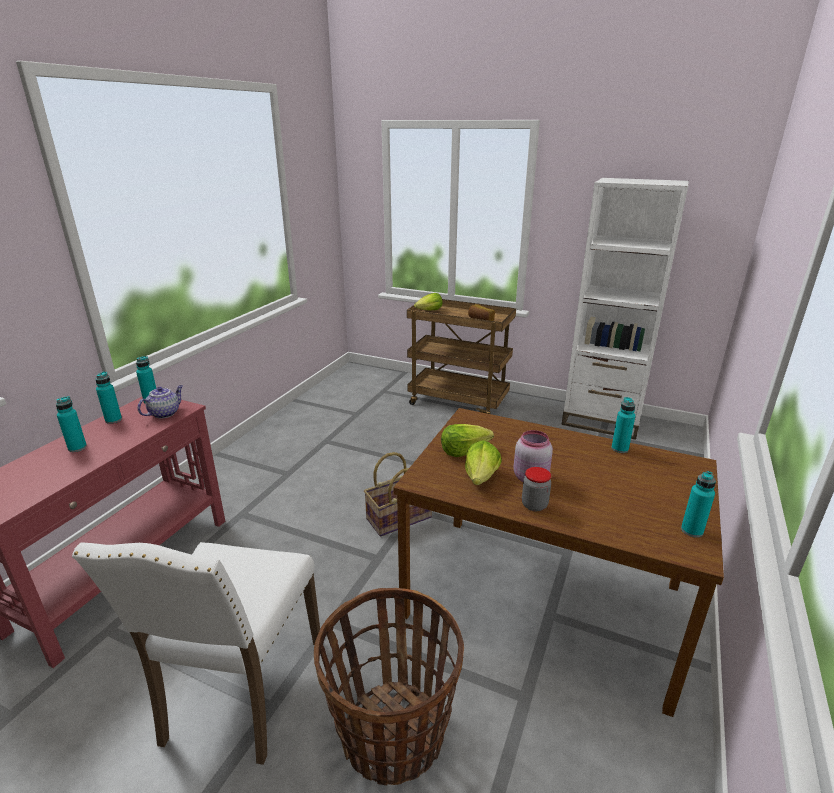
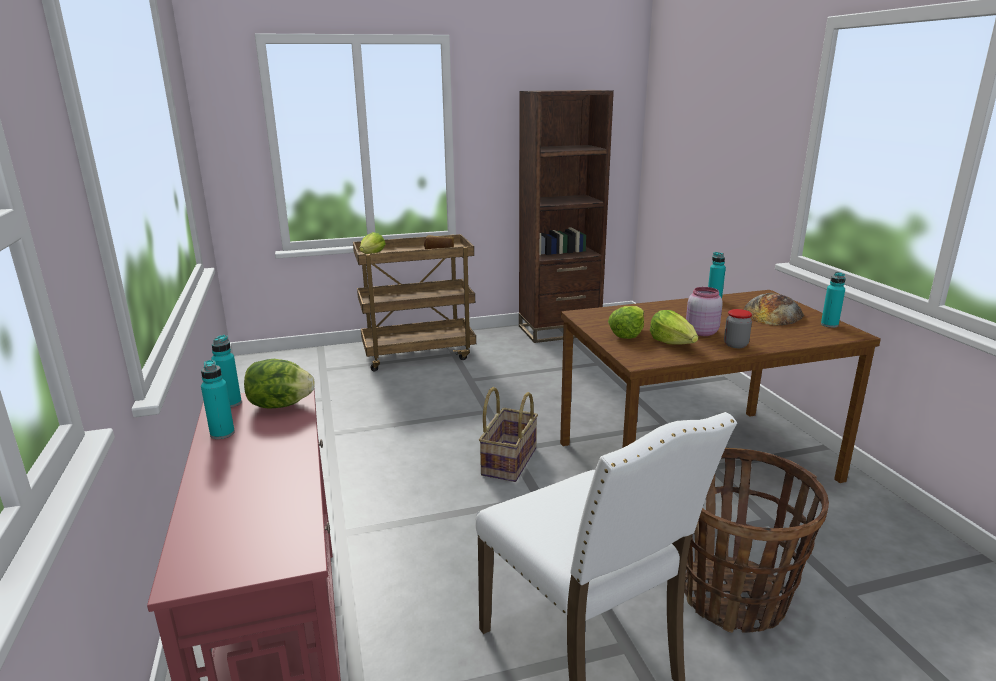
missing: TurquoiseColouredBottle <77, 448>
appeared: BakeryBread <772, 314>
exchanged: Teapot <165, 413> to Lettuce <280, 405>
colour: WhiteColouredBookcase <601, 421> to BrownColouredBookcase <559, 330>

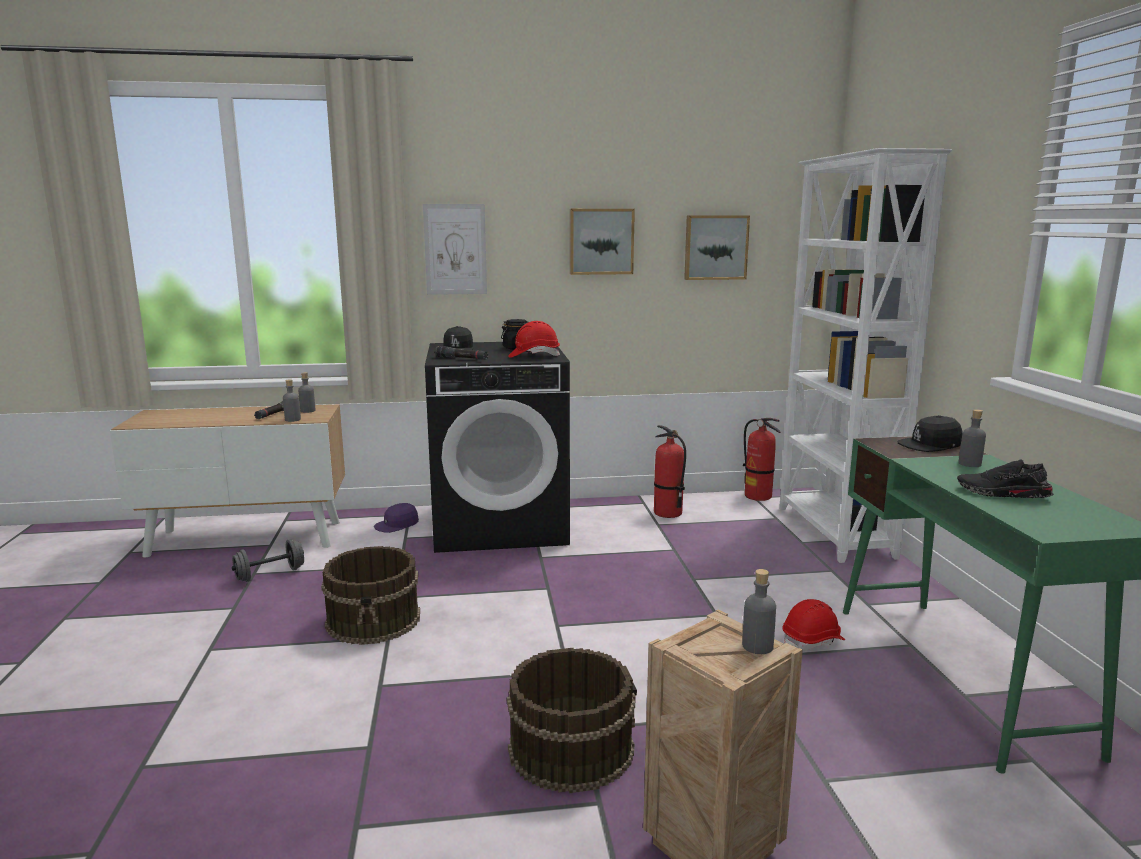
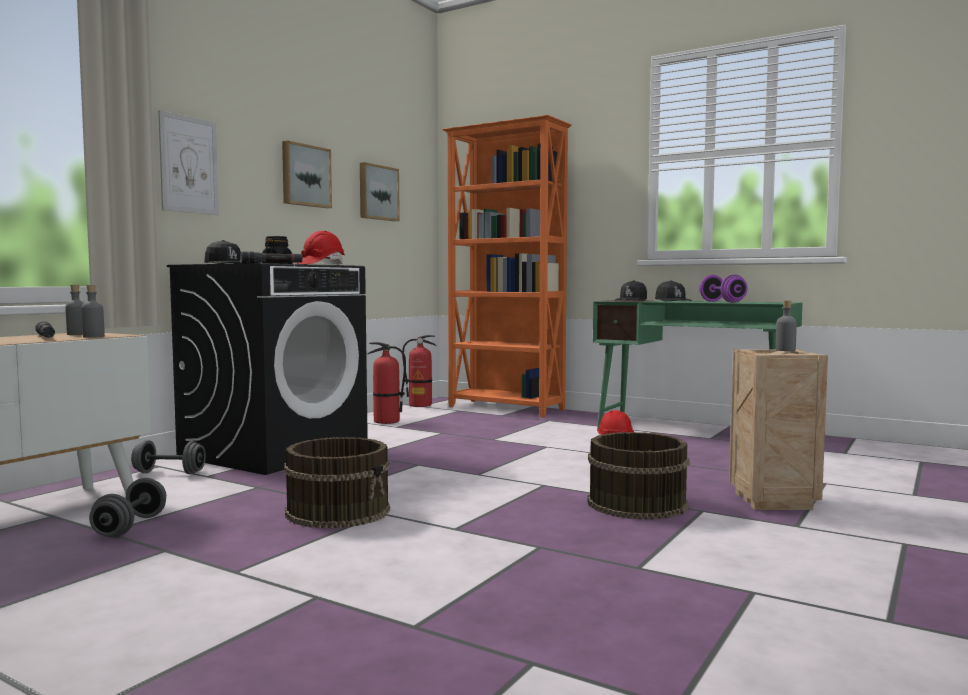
exchanged: PurplishBaseballCap <397, 525> to GreyishDumbbell <169, 473>; GreyishBottle <969, 464> to BlackBaseballCap <672, 301>; BlackLowShoe <1002, 494> to PurplishDumbbell <722, 302>
colour: WhiteColouredBookcase <833, 532> to OrangeyBookcase <506, 409>

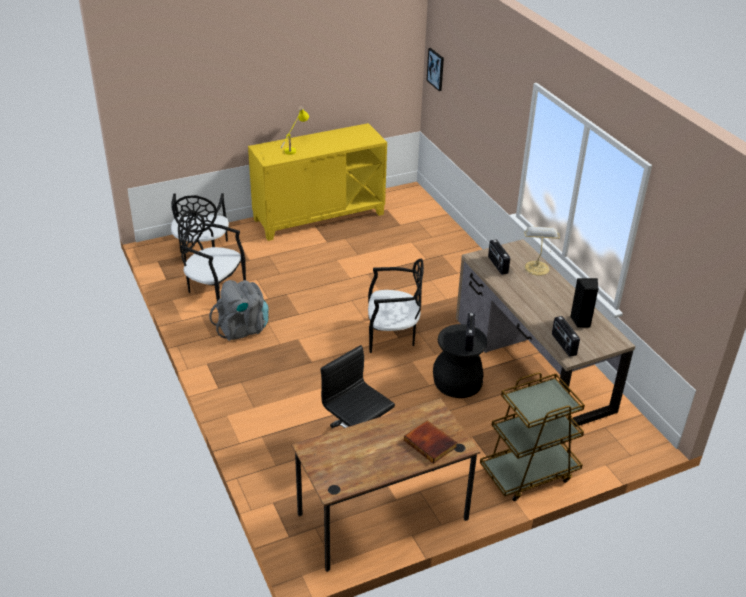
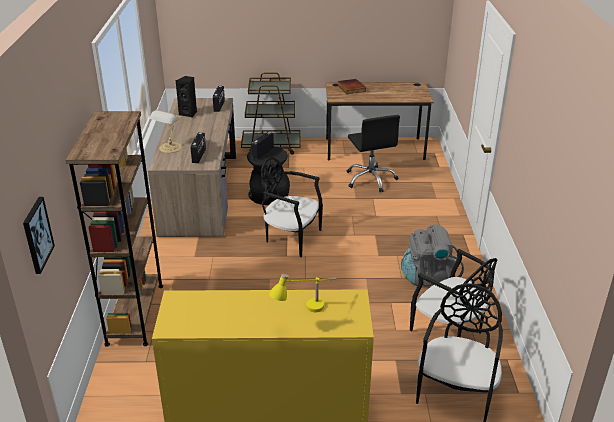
appeared: BrownColouredBookcase <135, 314>

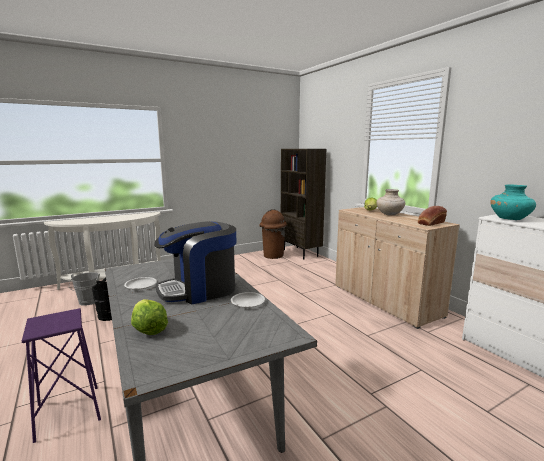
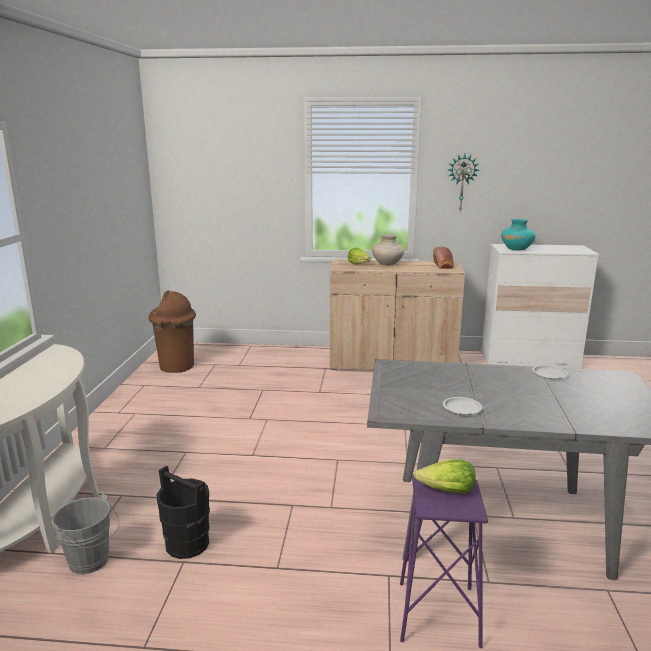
missing: CoffeeBrewer <199, 289>; BrownColouredBookcase <301, 253>
appeared: ClockOnTheWall <462, 182>
relocated: Lettuce <148, 328> to <447, 491>

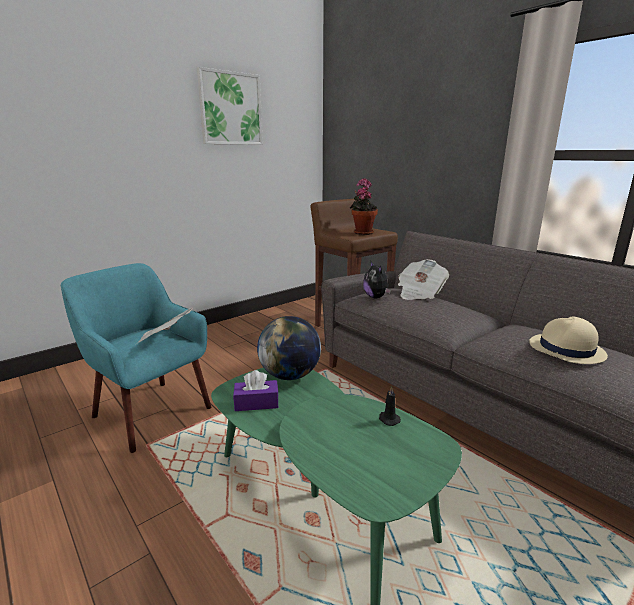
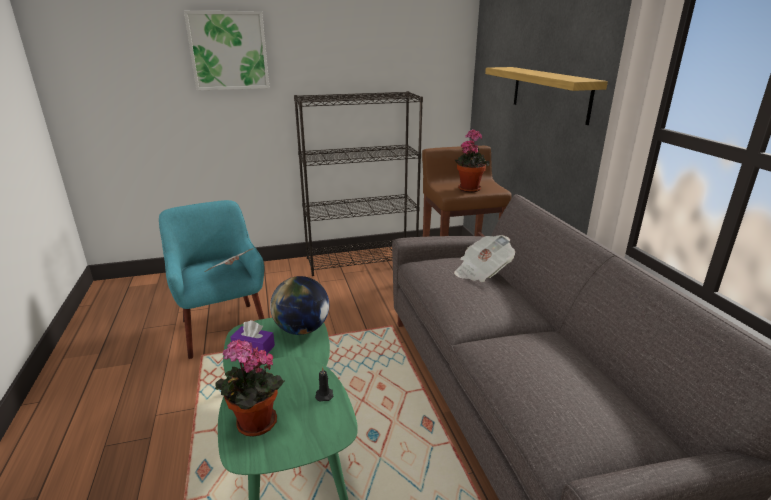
missing: CuddlyToy <376, 297>; BeigeColouredClothingHat <566, 350>
appeared: Houseplant <253, 425>; BlackBookcase <362, 260>; Shelf <550, 93>
relocated: Picture <230, 109> to <228, 51>

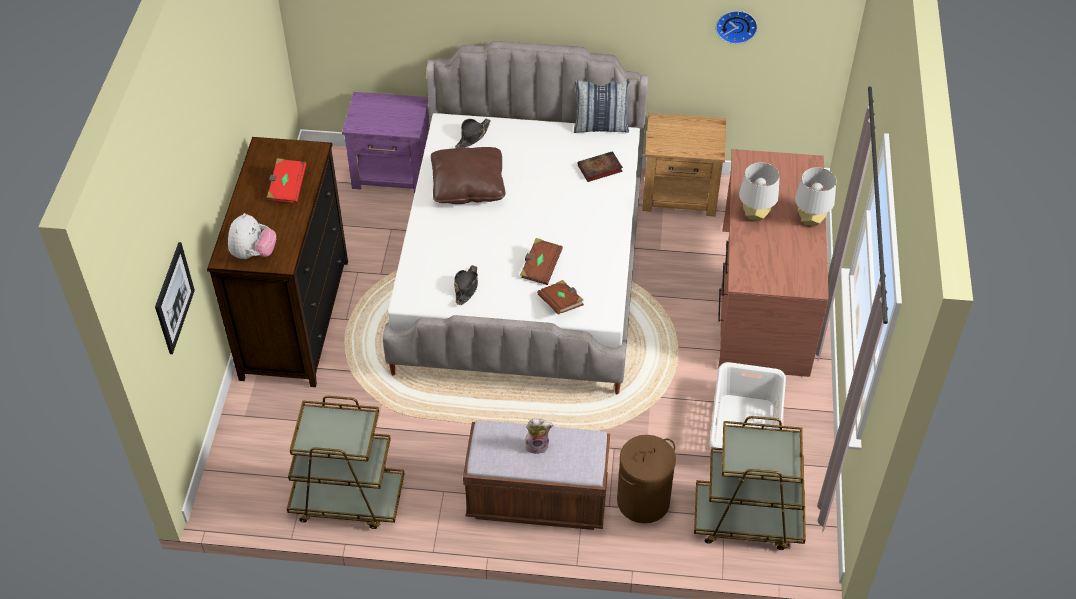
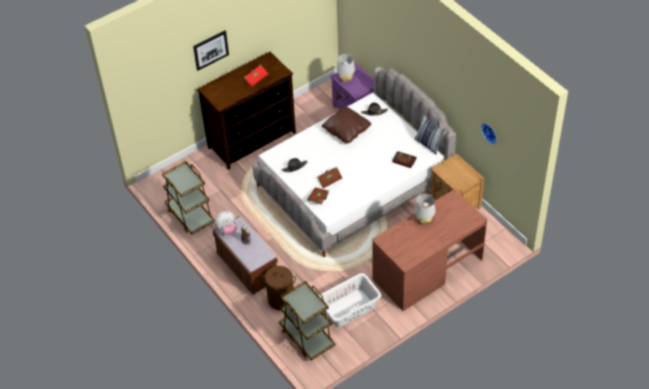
relocated: Picture <174, 298> to <211, 50>; CuddlyToy <253, 254> to <226, 230>; GreyishTabletopLamp <810, 220> to <345, 79>

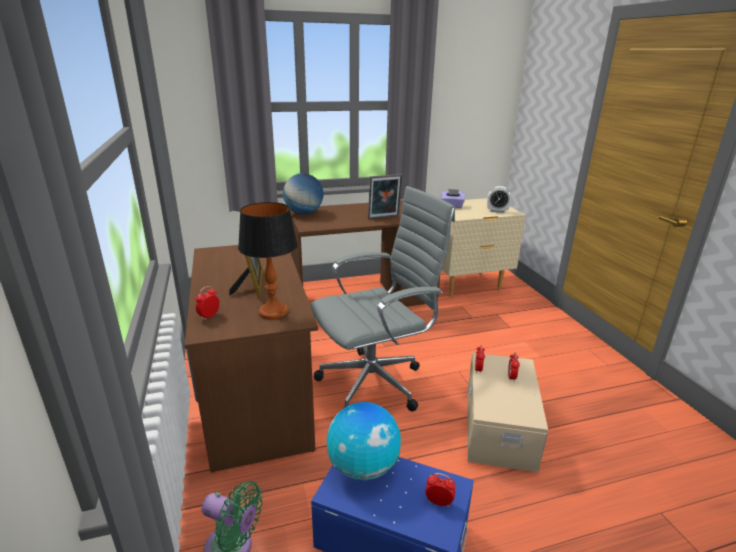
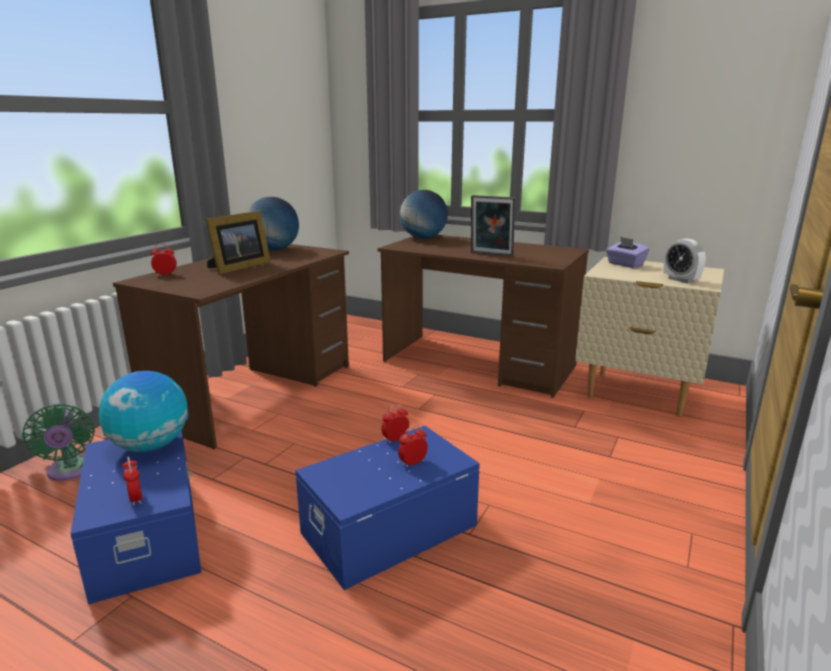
missing: TabletopLamp <273, 312>; GreyishComputerChair <376, 382>
appeared: DeskGlobe <274, 249>
colour: BeigeColouredStorageContainer <497, 427> to BluishStorageContainer <387, 528>

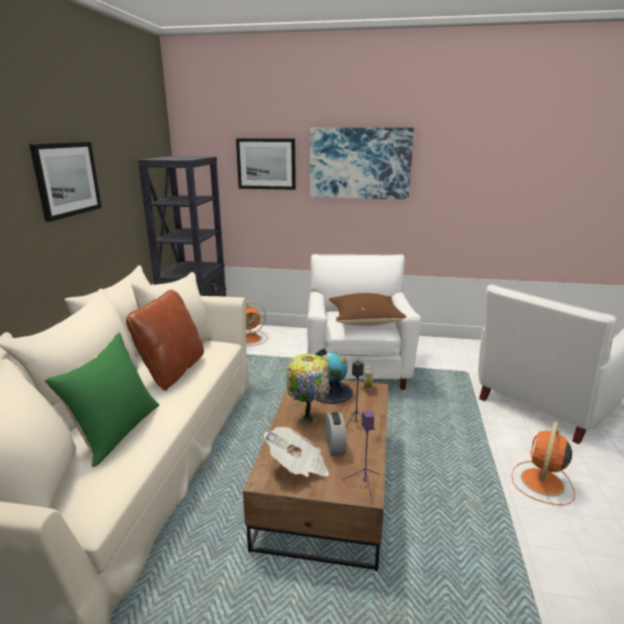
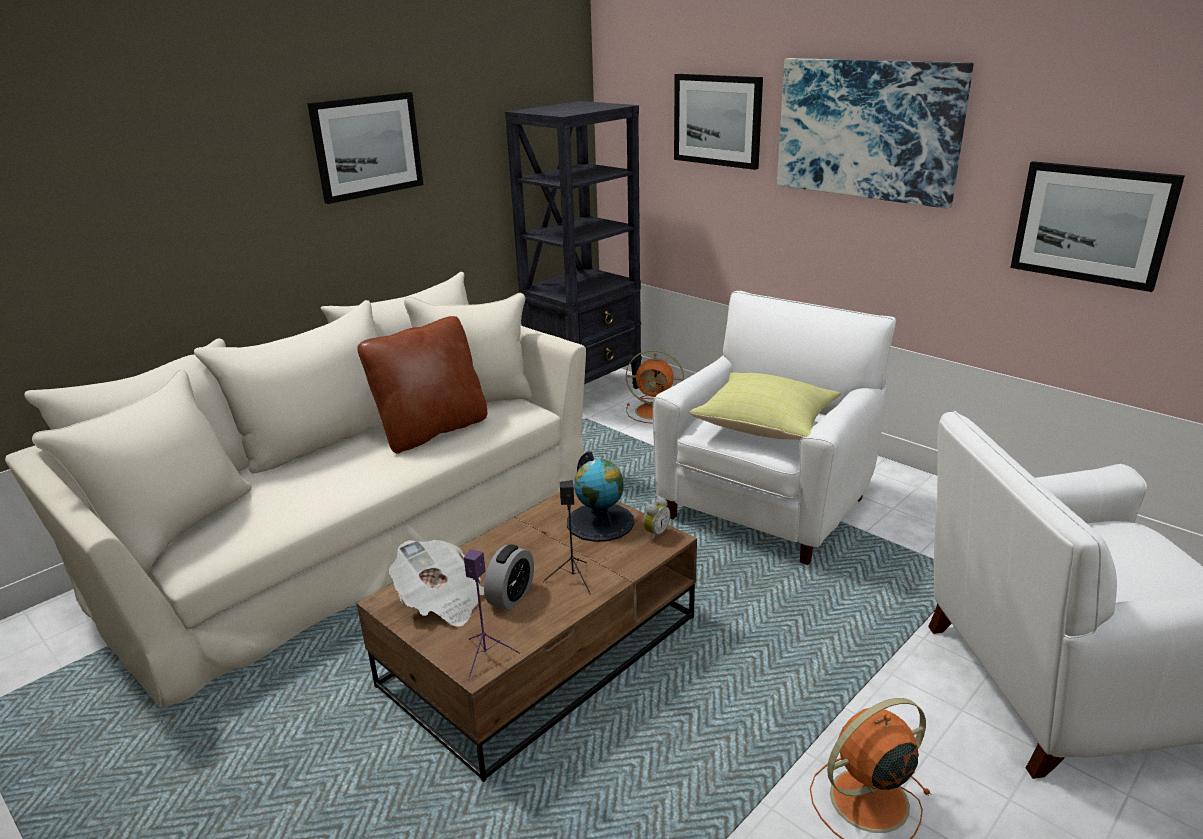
missing: GreenColouredPillow <116, 432>; TabletopLamp <308, 418>
appeared: Picture <1092, 224>
colour: BrownColouredPillow <366, 321> to YellowishPillow <767, 426>

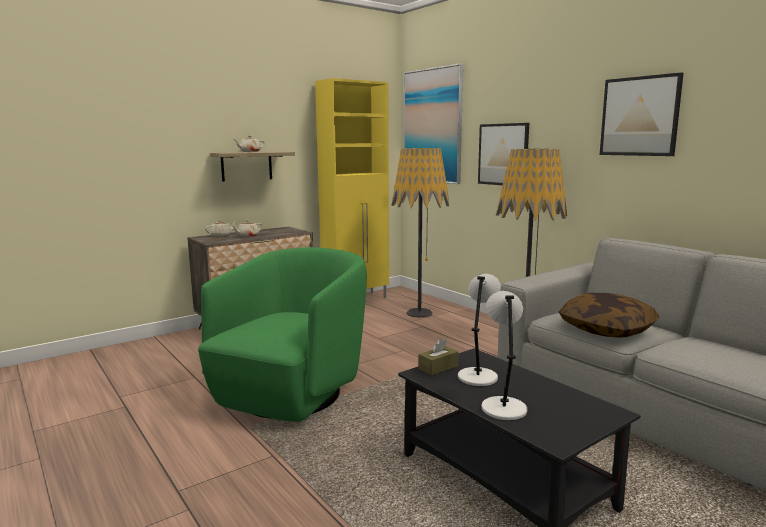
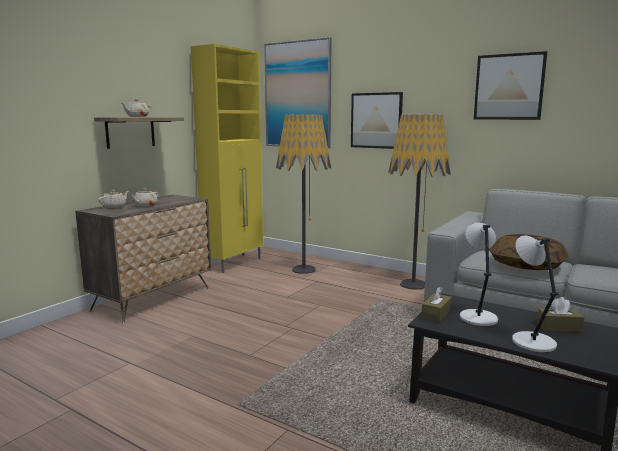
missing: GreenColouredArmchair <291, 393>
appeared: BrownColouredTissueBox <559, 327>

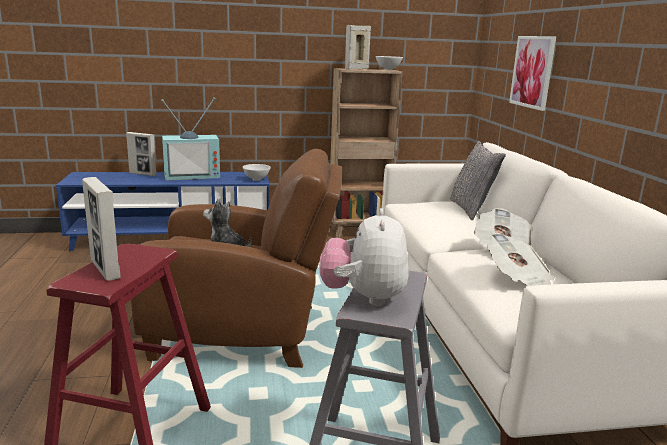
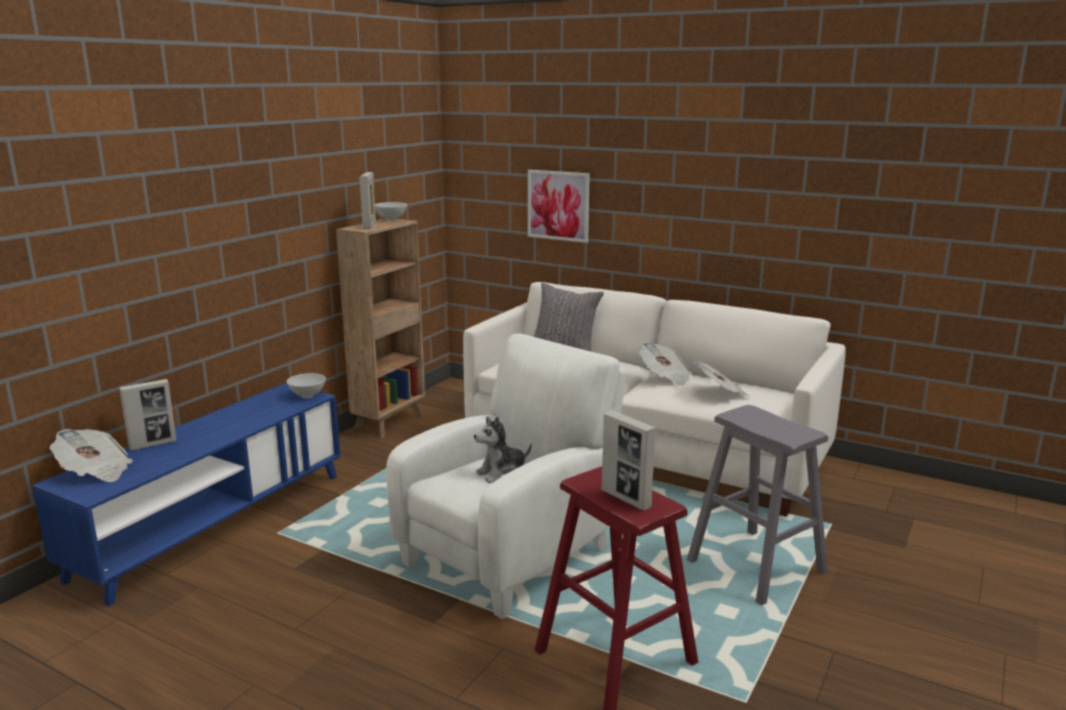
missing: Tv <192, 175>; CuddlyToy <363, 298>
appeared: Newspaper <95, 472>
colour: BrownColouredArmchair <244, 332> to WhiteColouredArmchair <513, 553>
spun: StandingFrame <105, 269> = <626, 499> 45 degrees clockwise

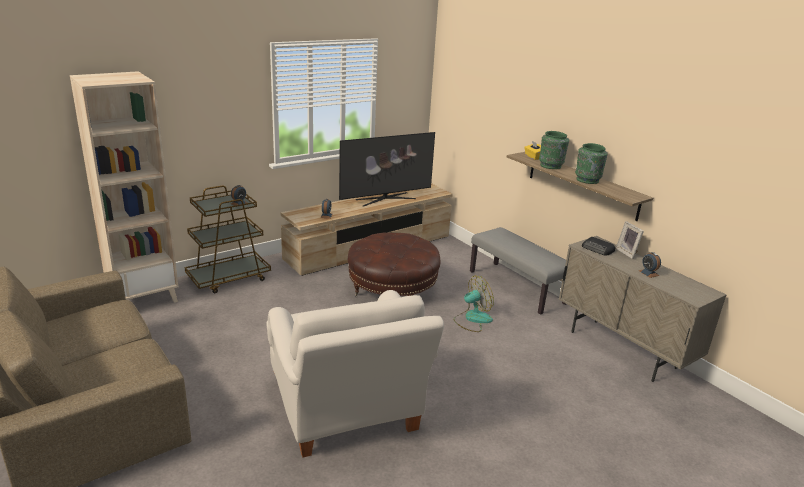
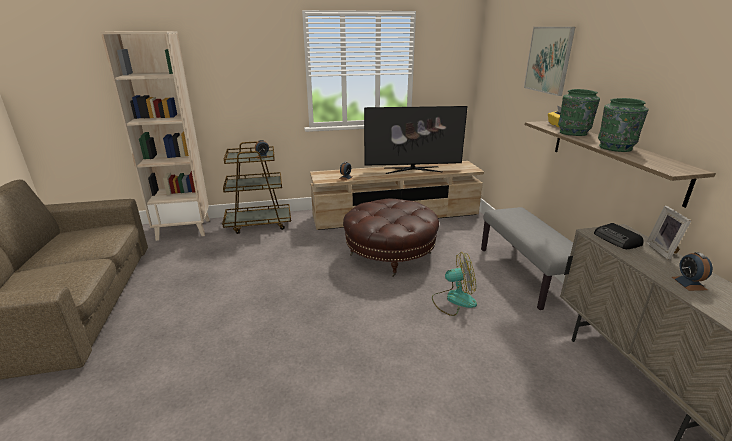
missing: WhiteColouredArmchair <346, 412>
appeared: Picture <548, 60>

